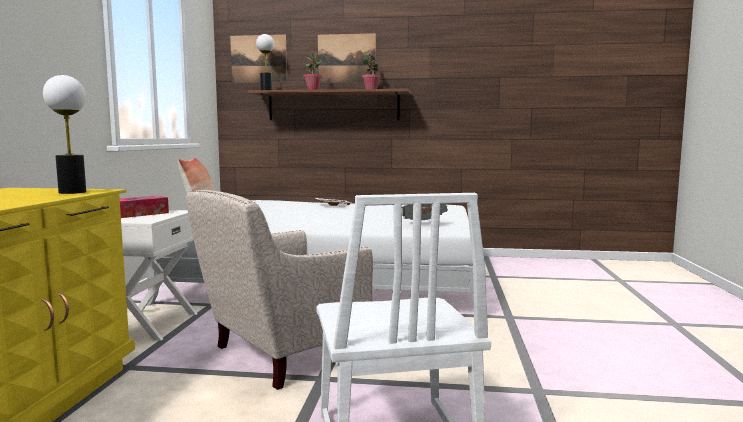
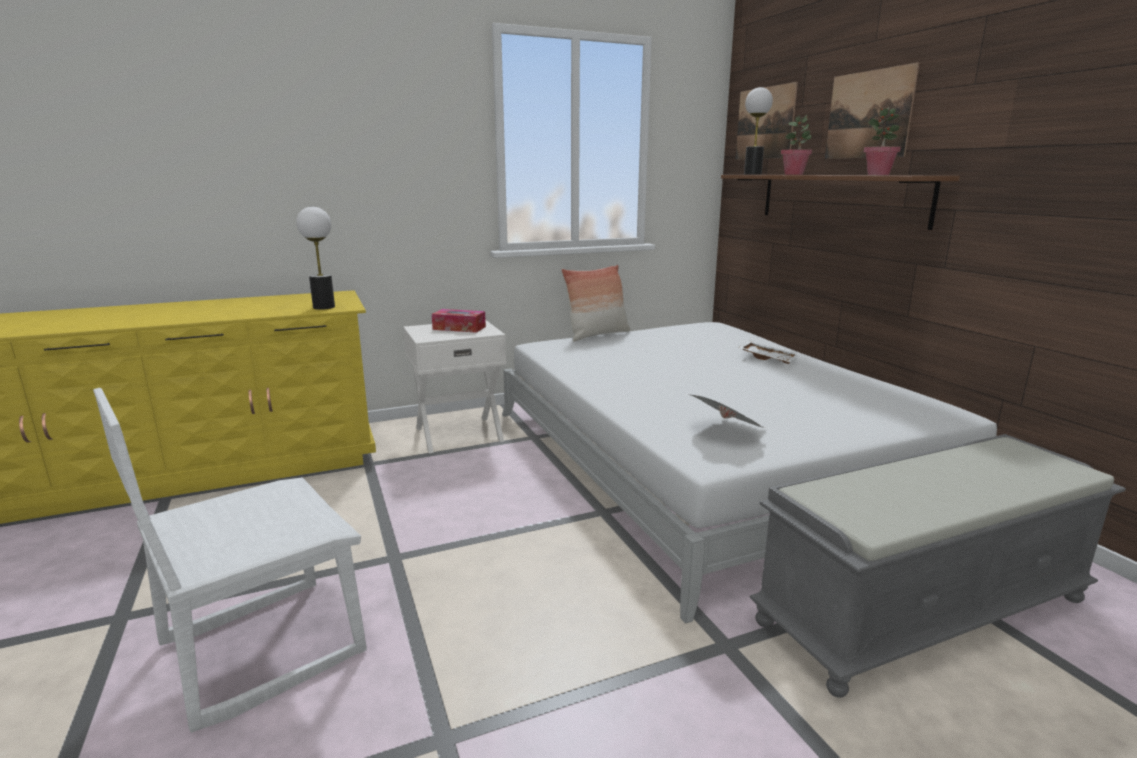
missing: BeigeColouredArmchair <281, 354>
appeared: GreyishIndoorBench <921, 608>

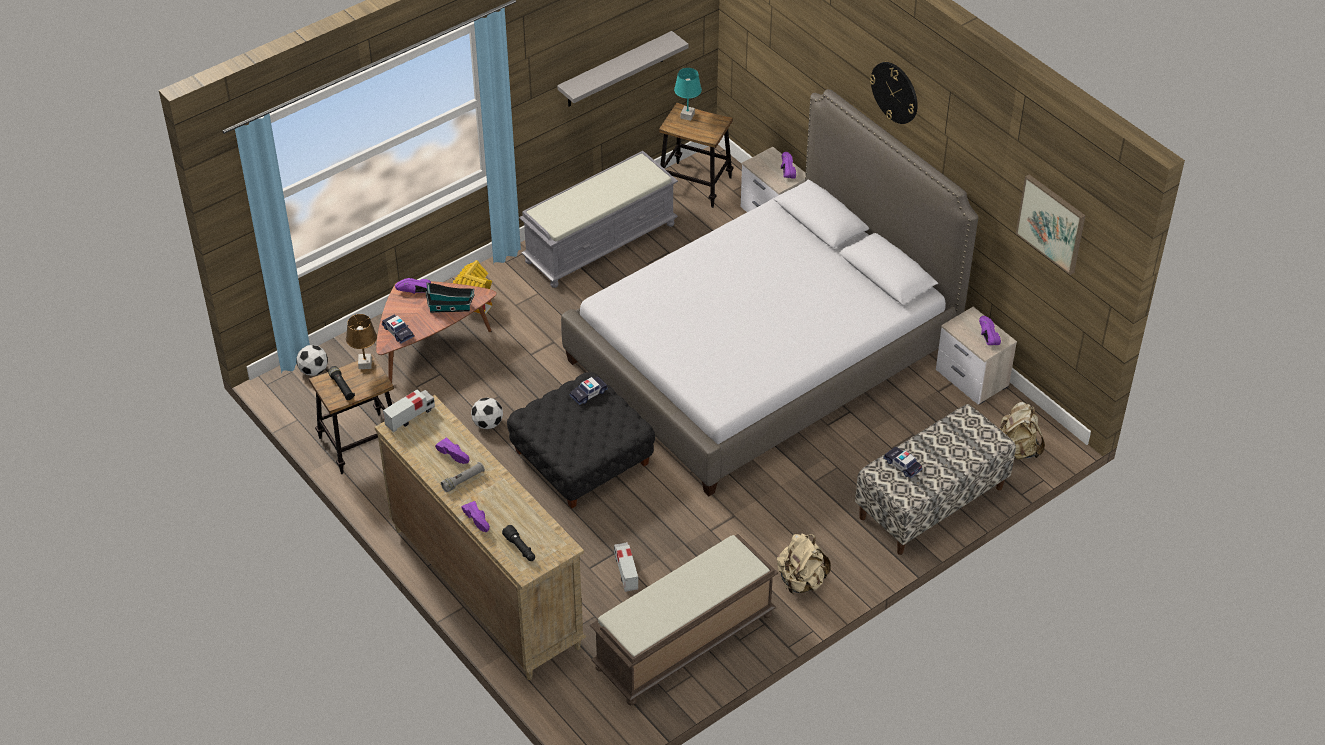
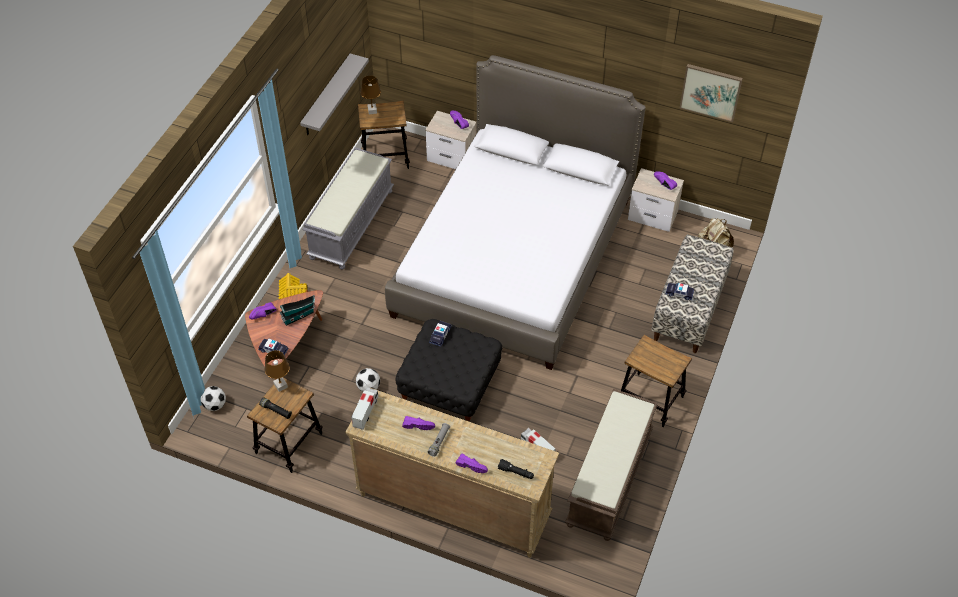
missing: ClockOnTheWall <895, 92>
exchanged: BeigeColouredBackpack <801, 581> to StoolSeat <650, 400>
colour: TurquoiseColouredTabletopLamp <687, 116> to BrownColouredTabletopLamp <372, 111>

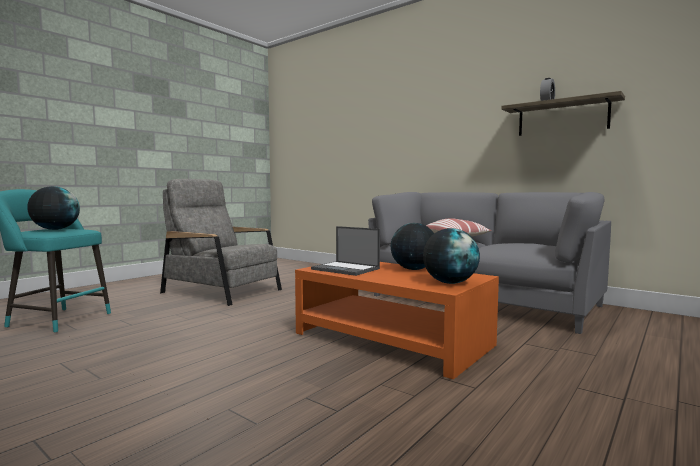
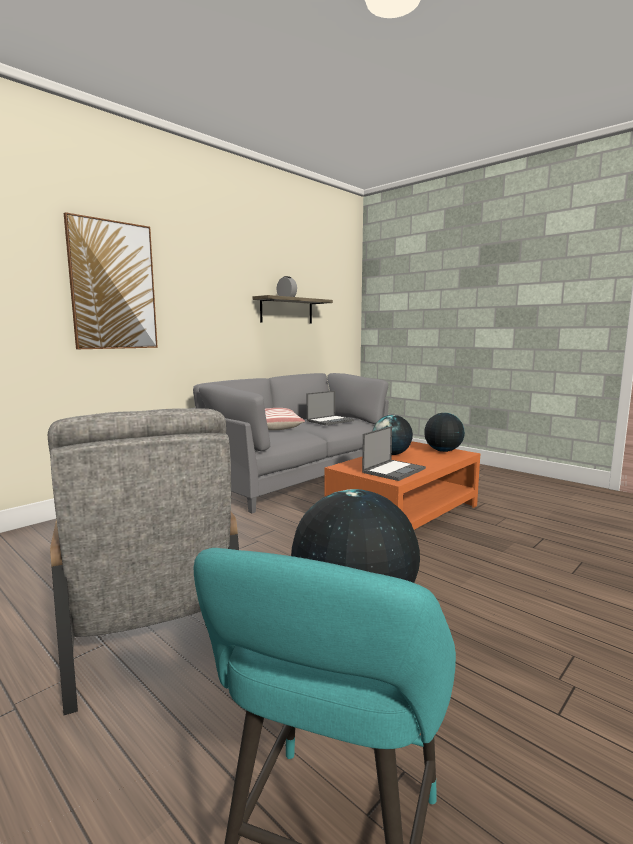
appeared: Picture <113, 286>; Laptop <330, 421>
spun: GreyishArmchair <222, 291> = <150, 624> 60 degrees counterclockwise

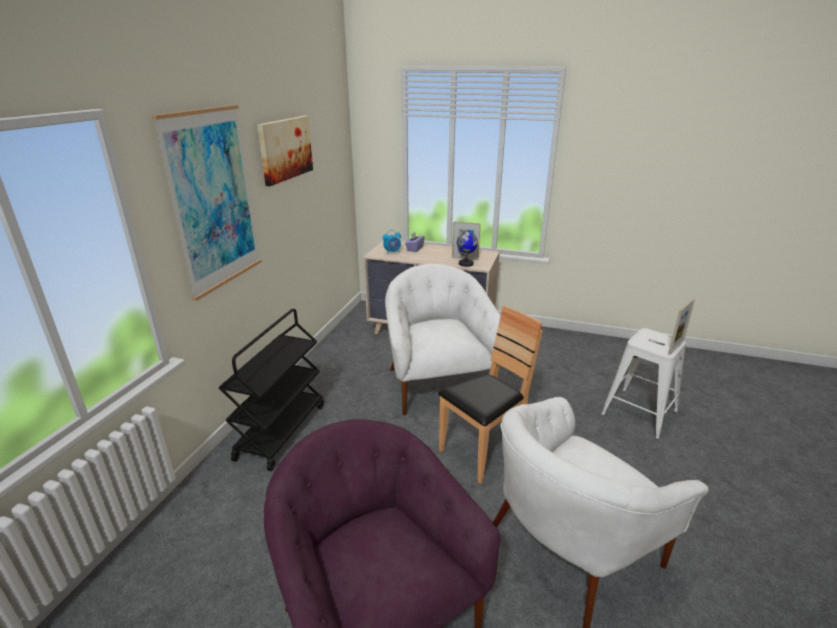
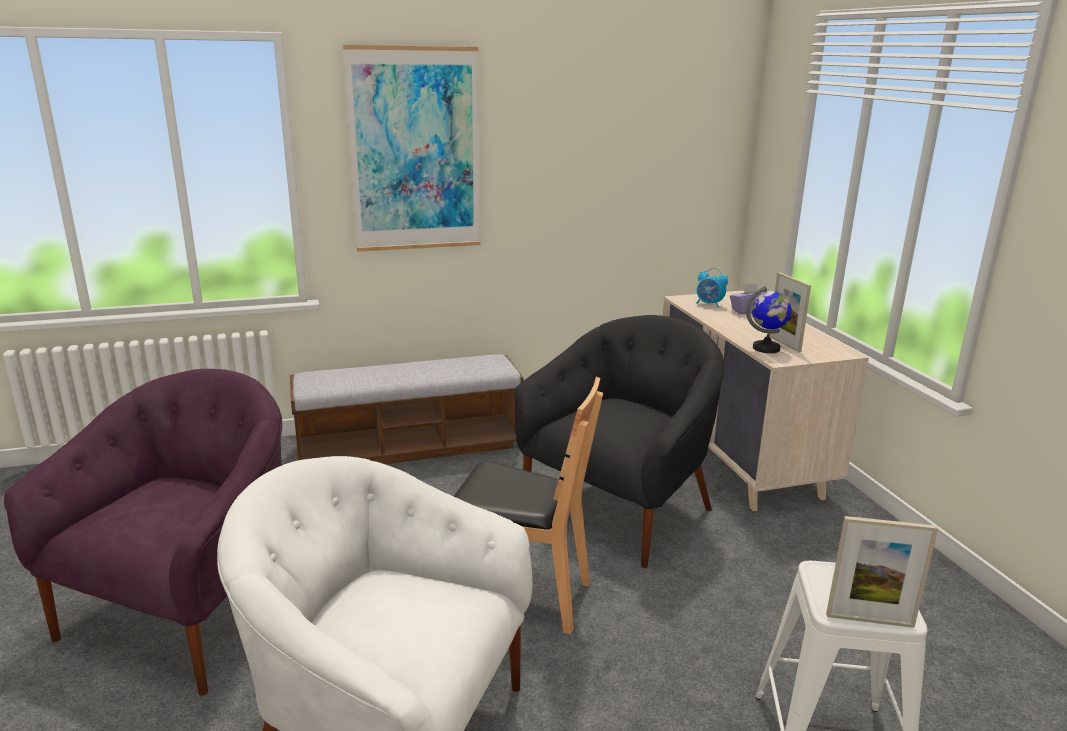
missing: Picture <285, 149>
exchanged: BlackCart <281, 431> to IndoorBench <410, 448>
colour: WhiteColouredArmchair <438, 384> to BlackArmchair <620, 509>

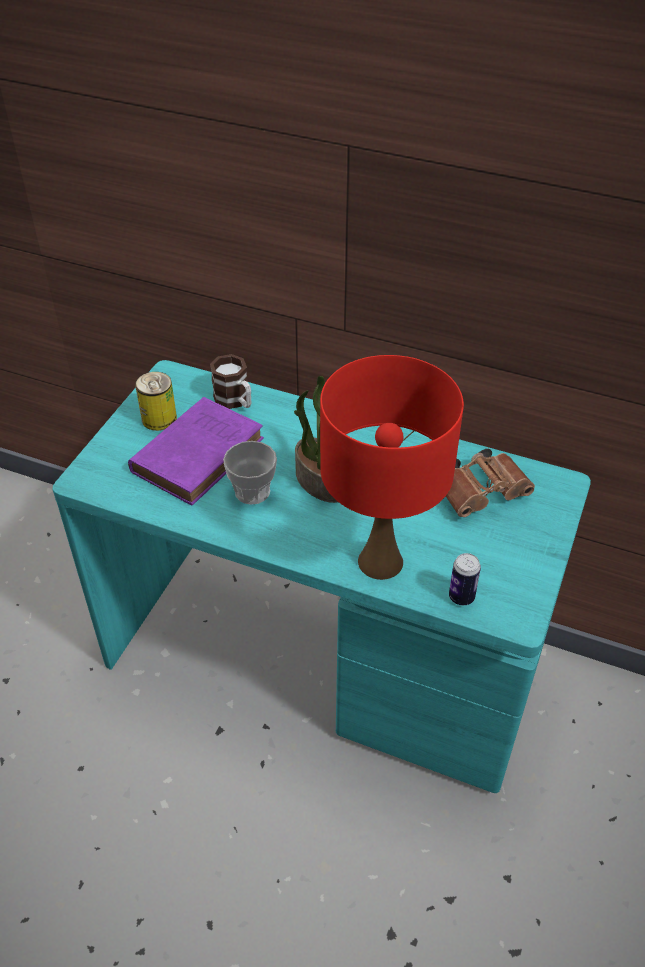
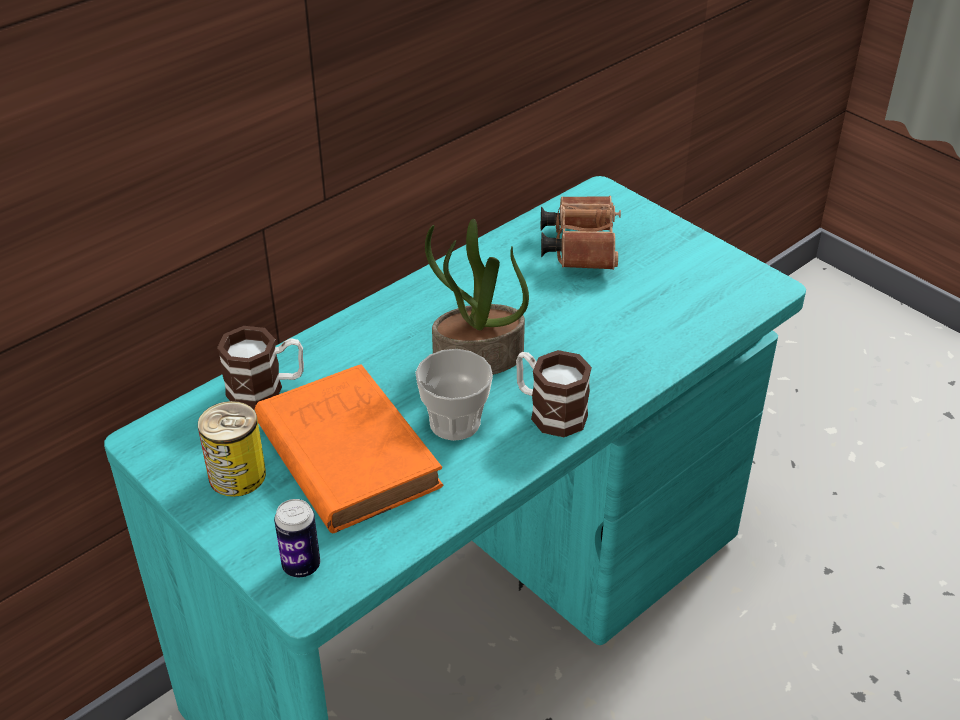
missing: RedTabletopLamp <381, 561>
appeared: CoffeeMug <549, 411>
relocated: MetalCan <461, 597> to <301, 566>
colour: PurplishVolume <200, 453> to OrangeyVolume <345, 452>

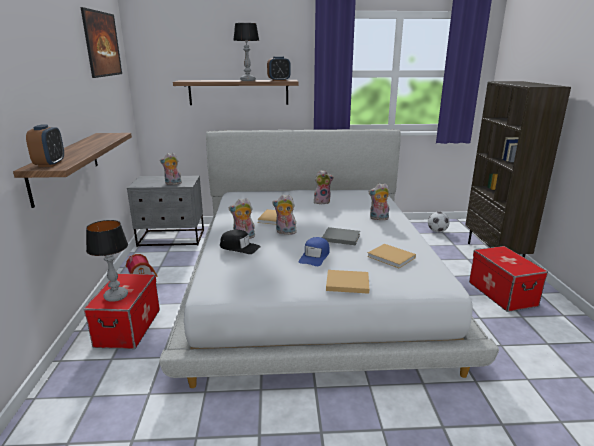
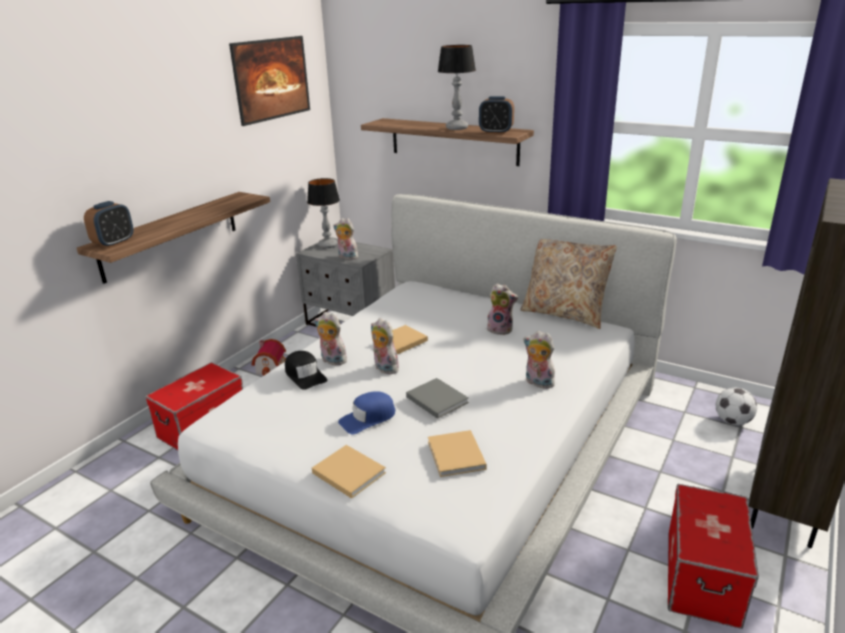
appeared: BeigeColouredPillow <564, 314>
relocated: TabletopLamp <115, 296> to <327, 245>

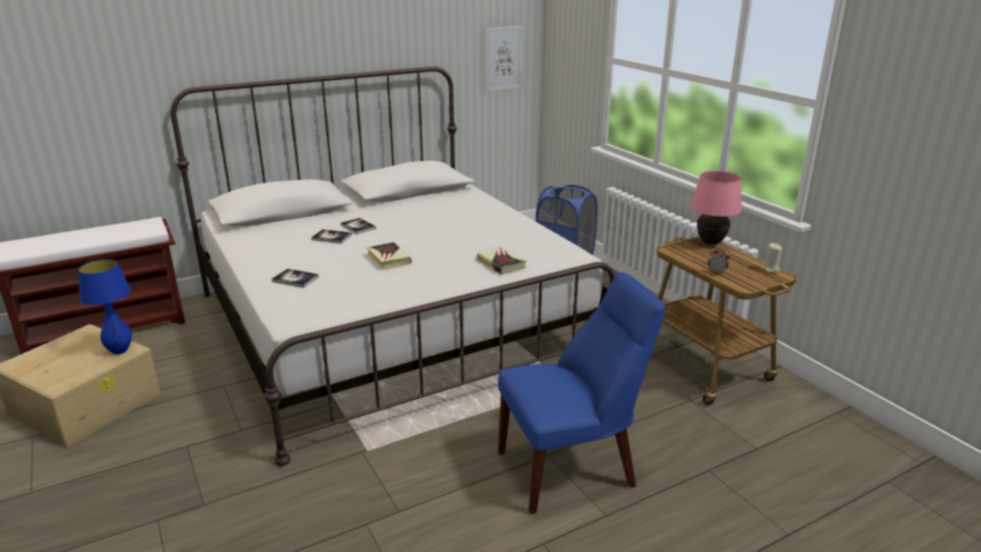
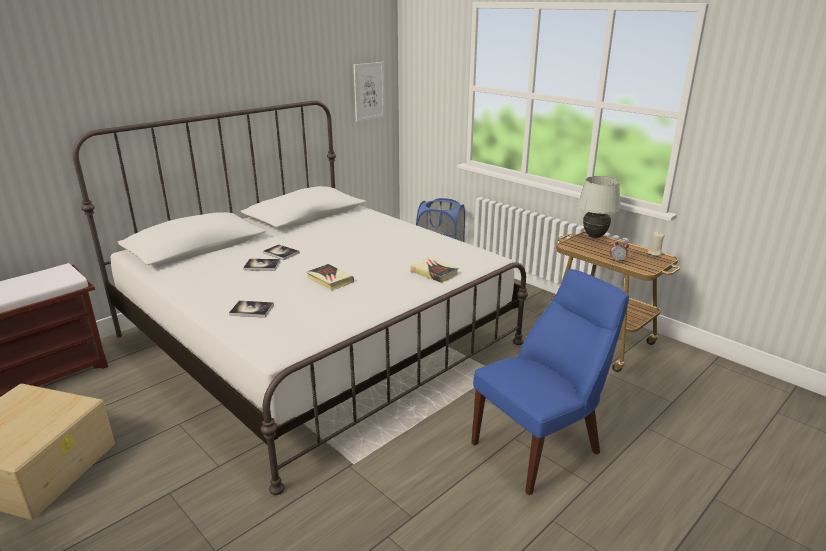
missing: BluishTabletopLamp <119, 351>
colour: PinkTabletopLamp <710, 243> to WhiteColouredTabletopLamp <594, 236>

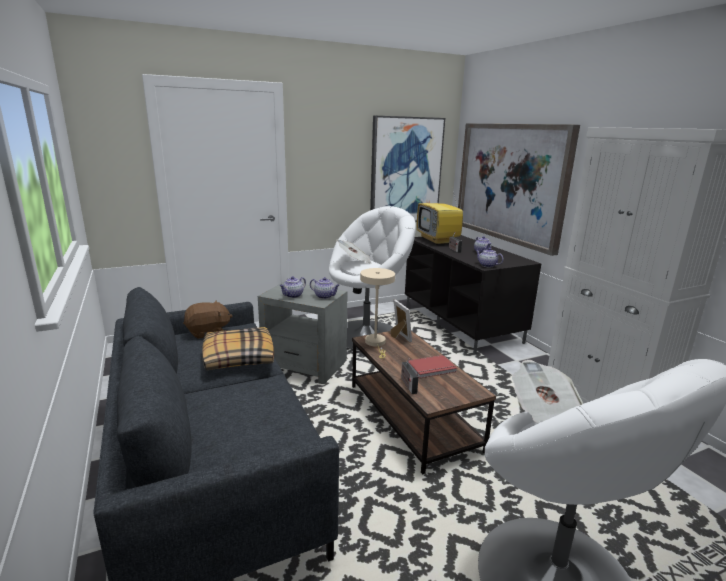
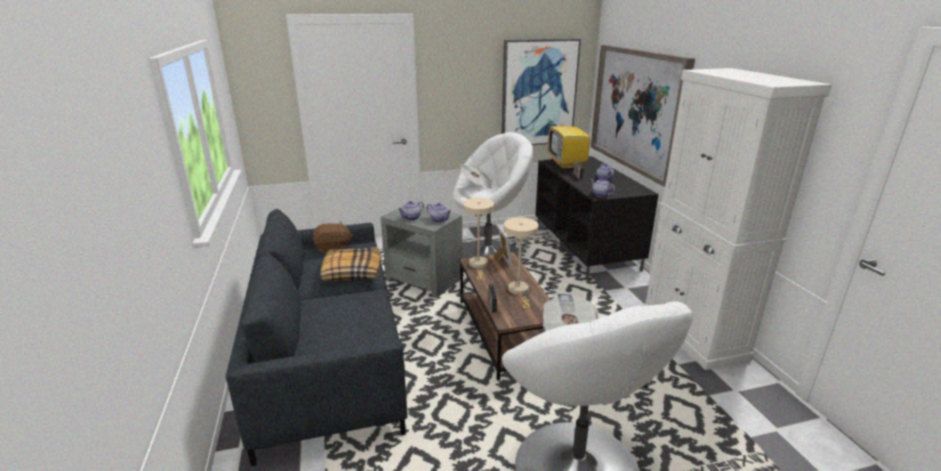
exchanged: RedVolume <432, 368> to BeigeColouredTabletopLamp <519, 291>

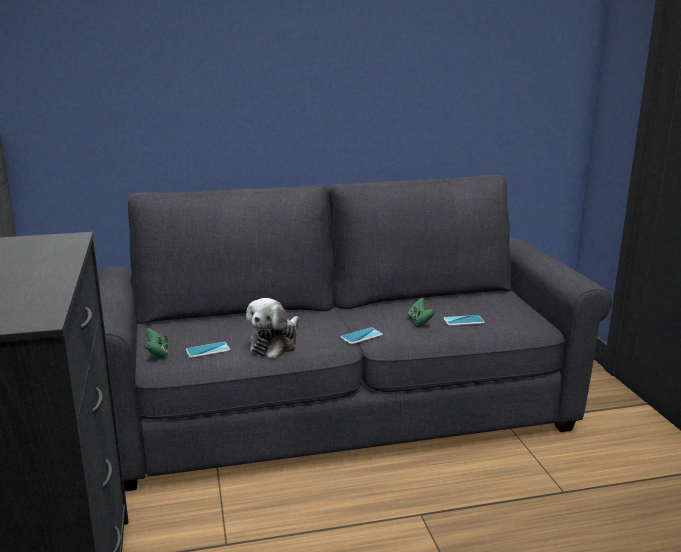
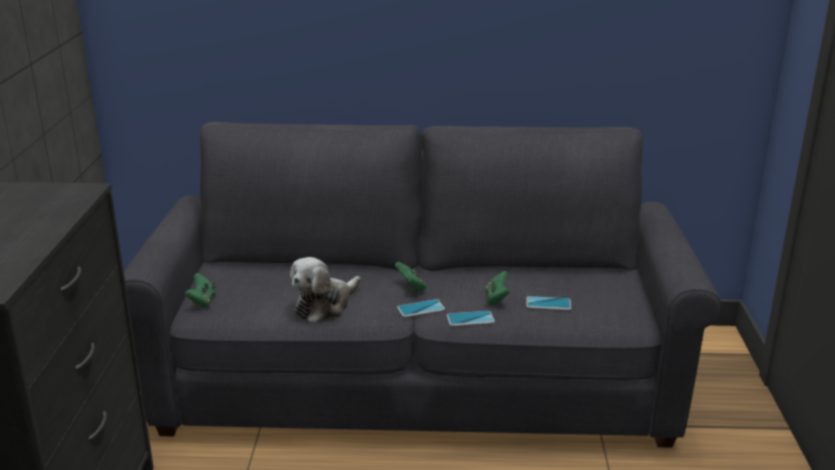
appeared: GreenColouredGameController <411, 287>
relocated: Telephone <207, 350> to <470, 319>

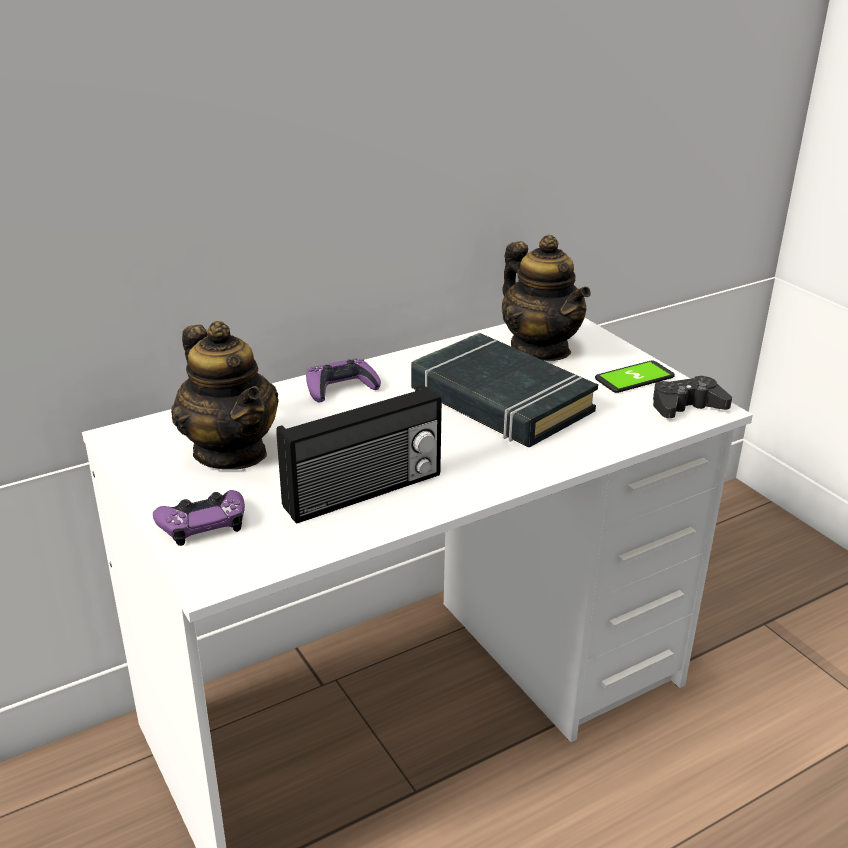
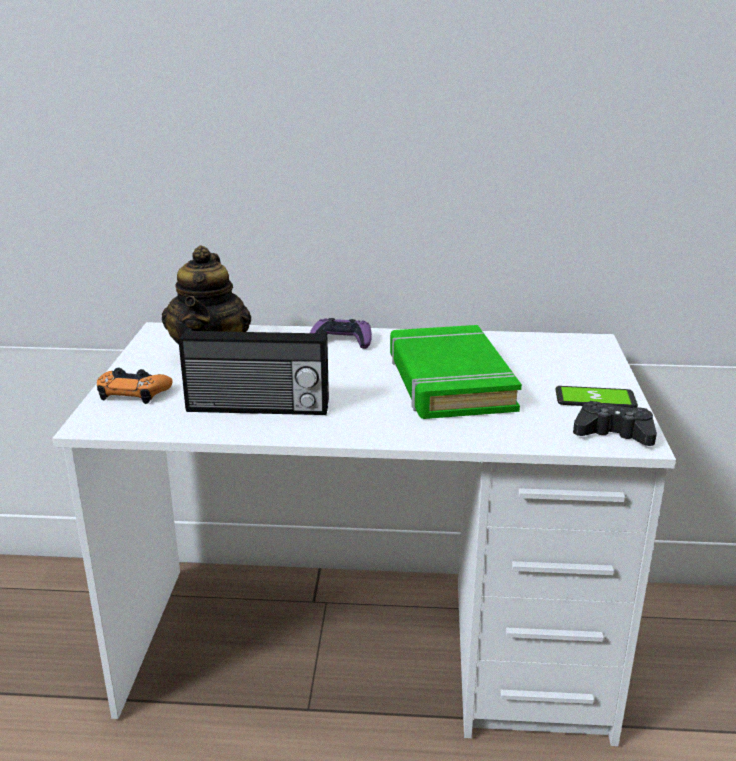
missing: Teapot <540, 349>
colour: PurplishGameController <203, 523> to OrangeyGameController <133, 392>; BlackVolume <500, 400> to GreenColouredVolume <449, 382>

